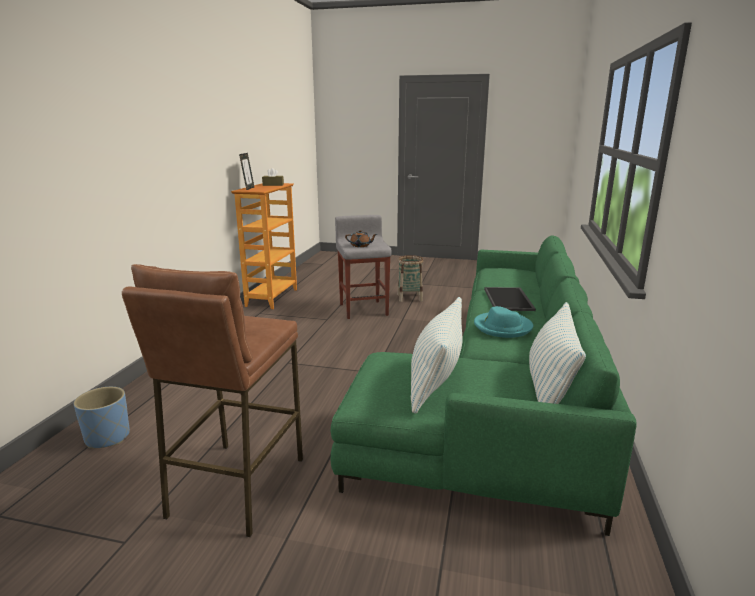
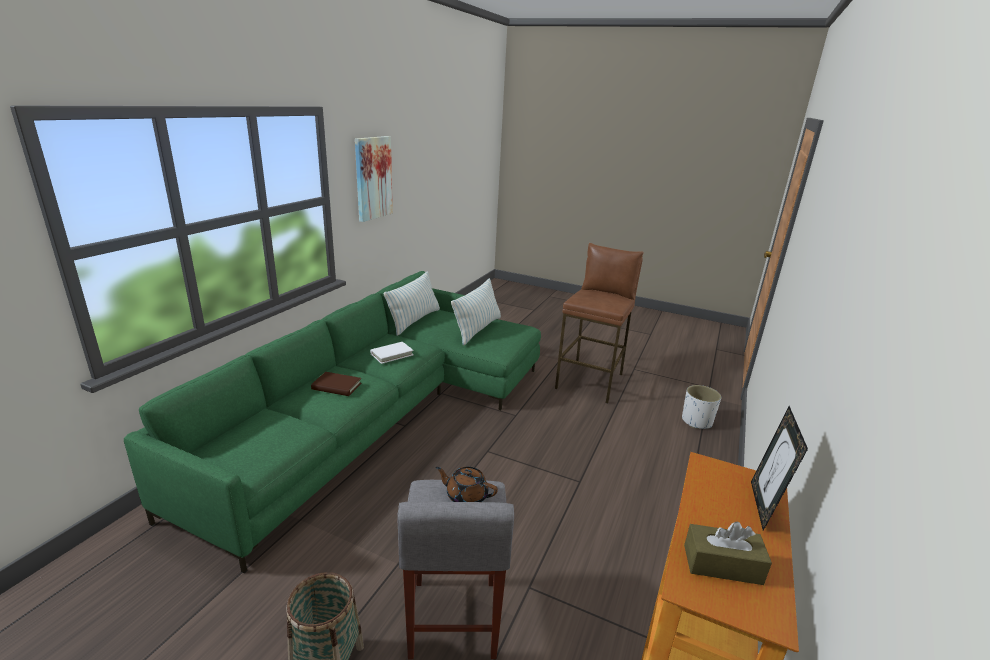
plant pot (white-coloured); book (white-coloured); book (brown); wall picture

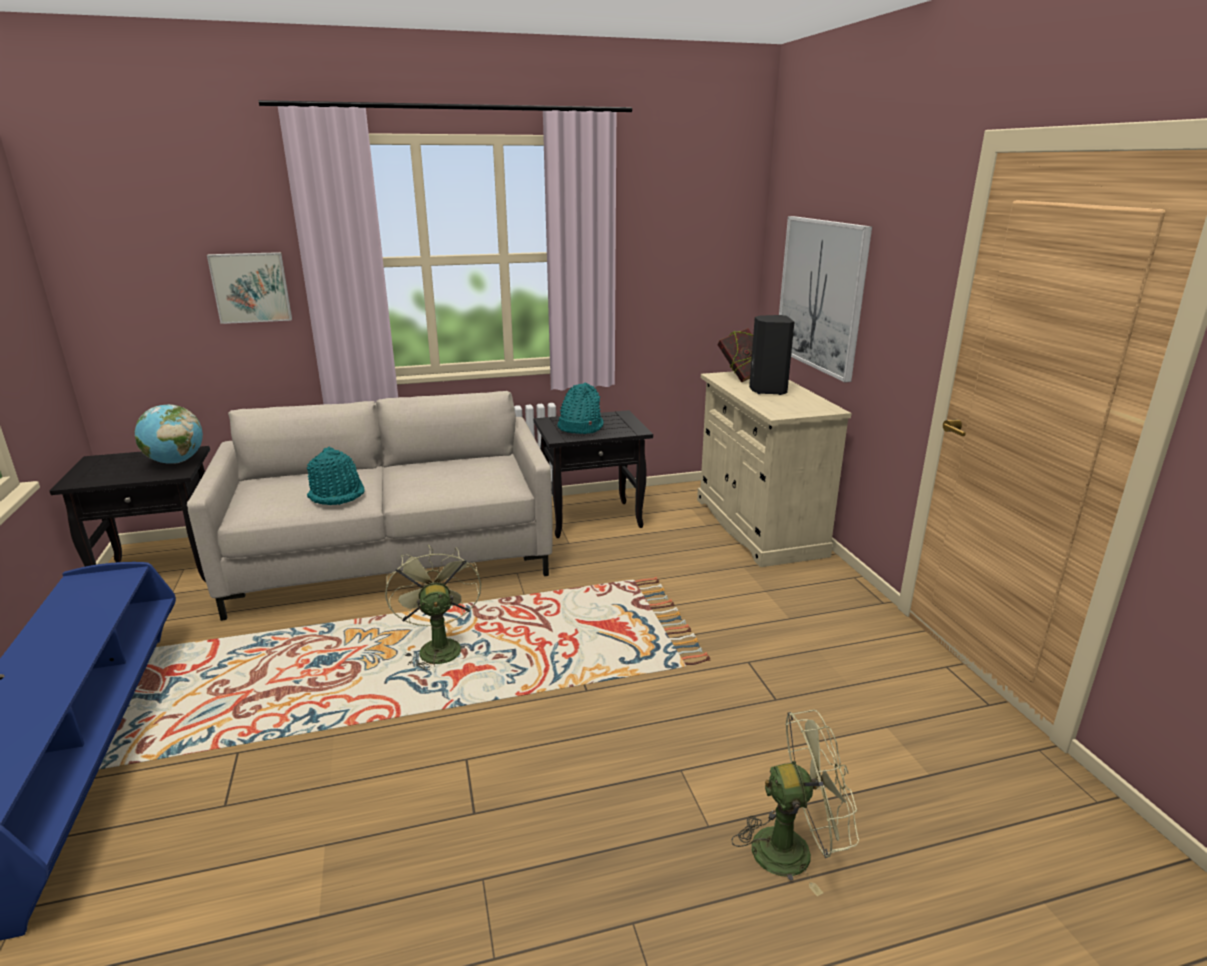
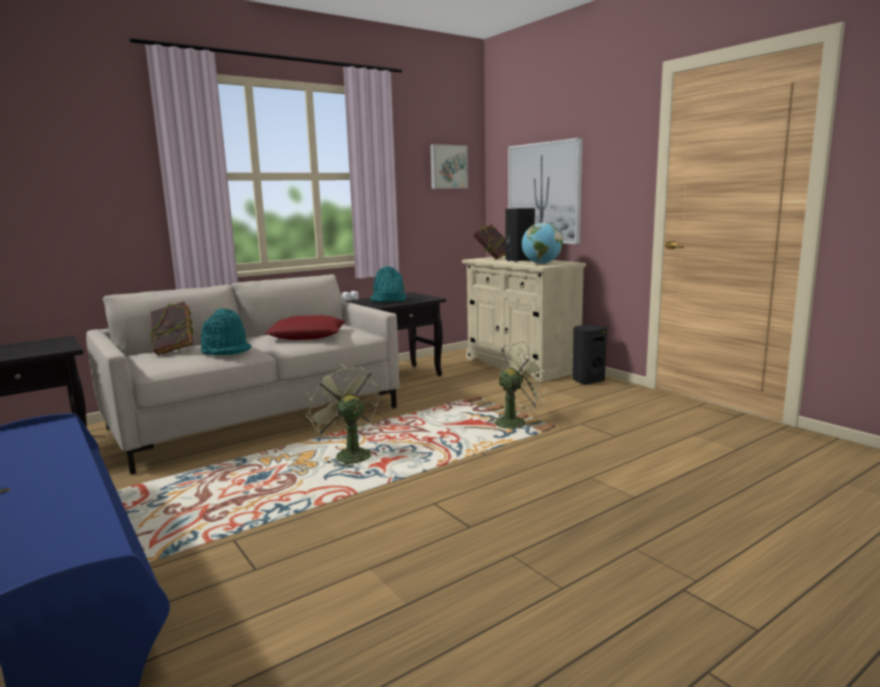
globe; wall picture (1st from left); fan (greenish) (2nd from left); book (1st from left); throw pillow (red-coloured); speaker (black) (2nd from left)

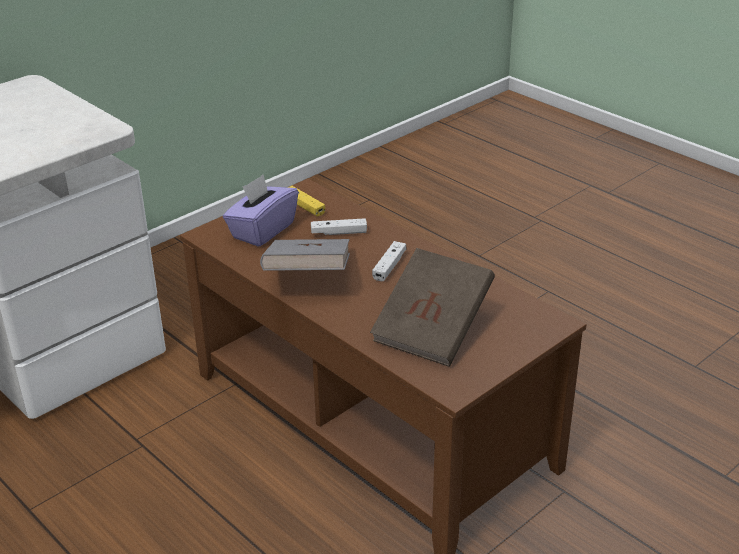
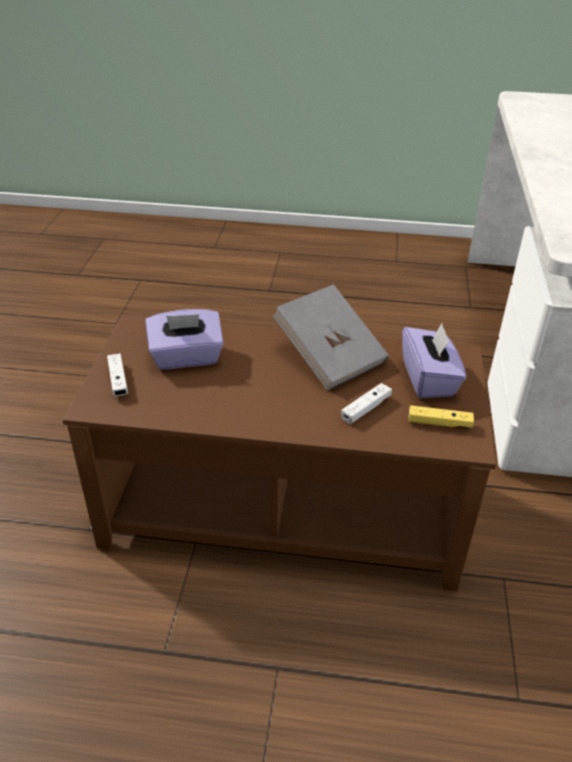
tissue box (purple-coloured) (1st from left); gamepad (white-coloured) (1st from left)

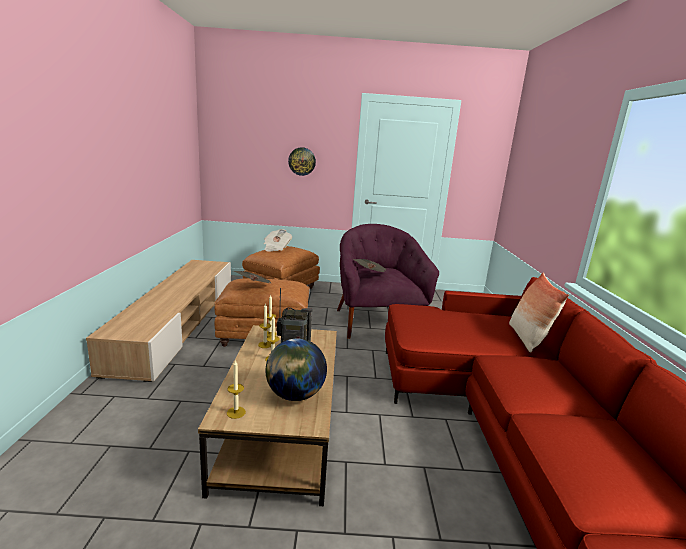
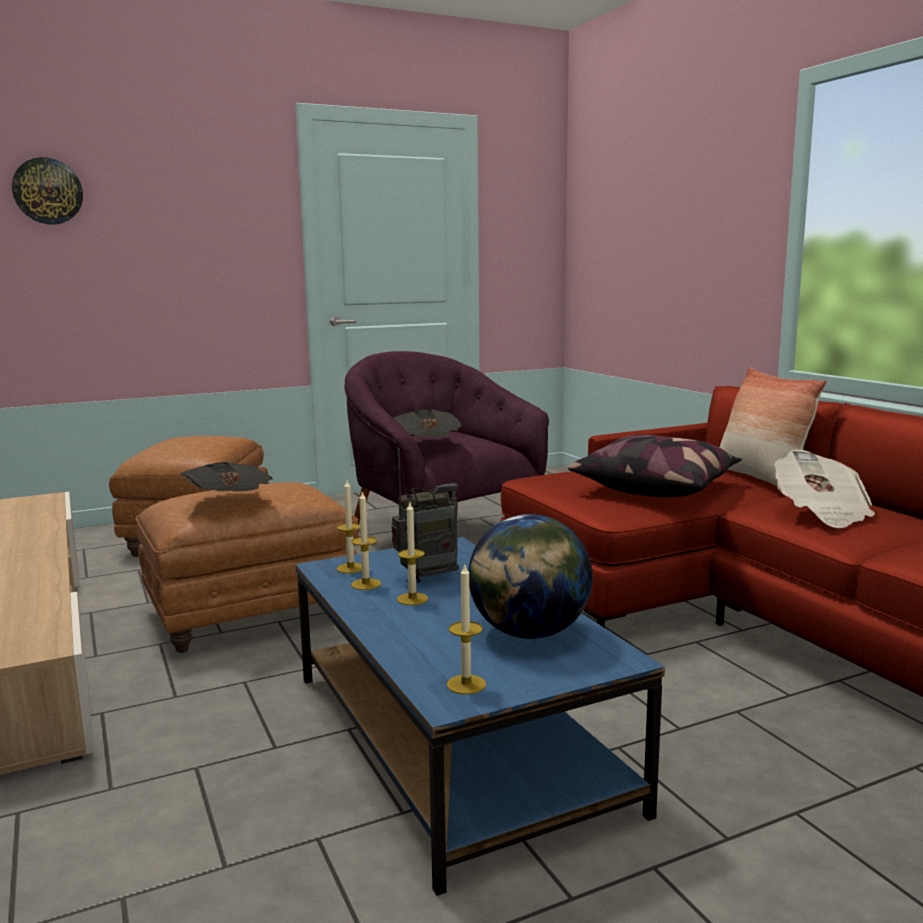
lounge table (blue-coloured); newspaper (3rd from left); hanging clock; throw pillow (1st from left)

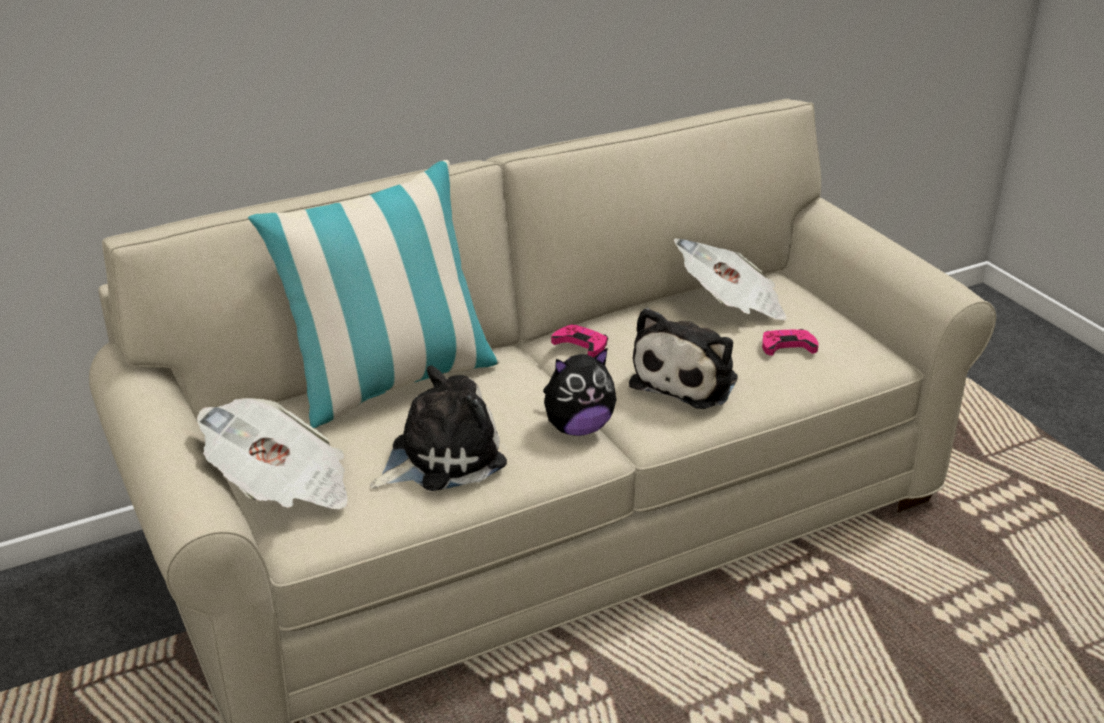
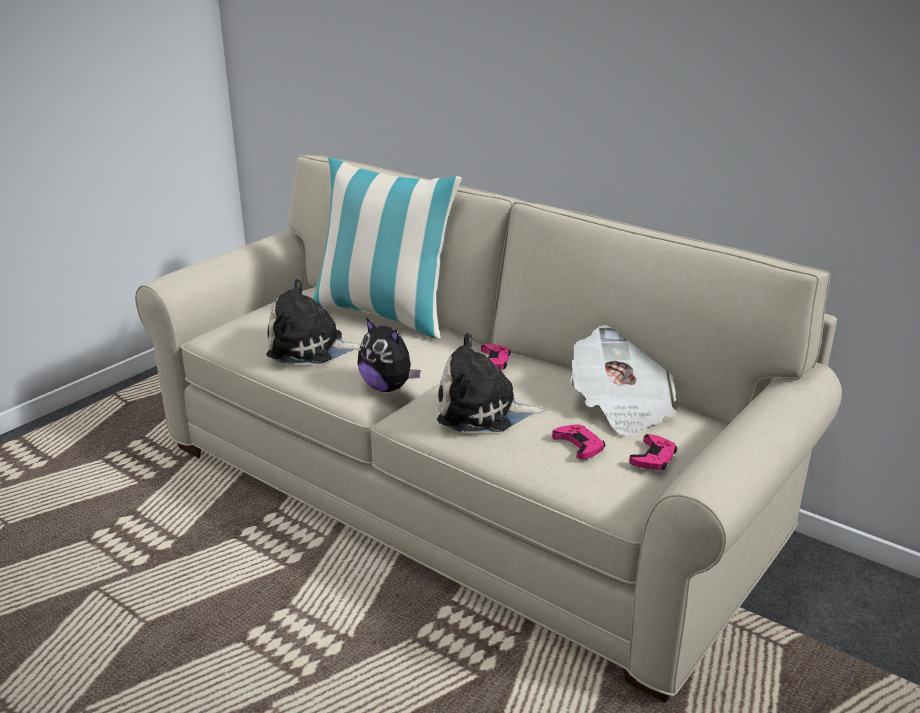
newspaper (1st from left in the first image); plush toy (1st from left); gamepad (pinkish) (3rd from left)

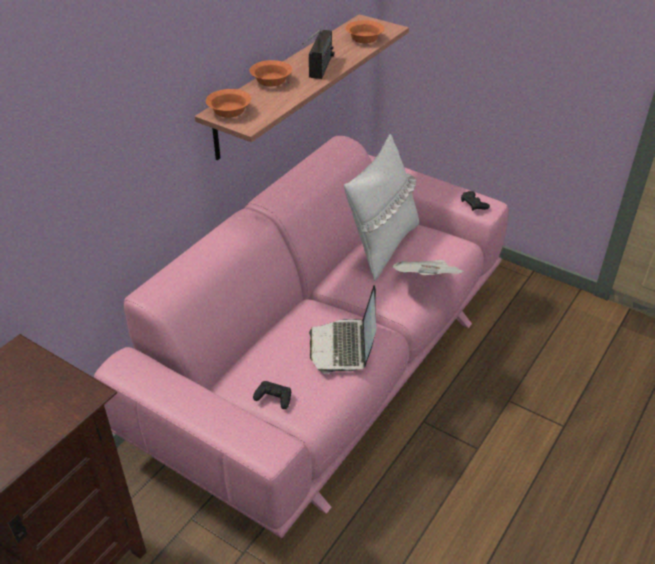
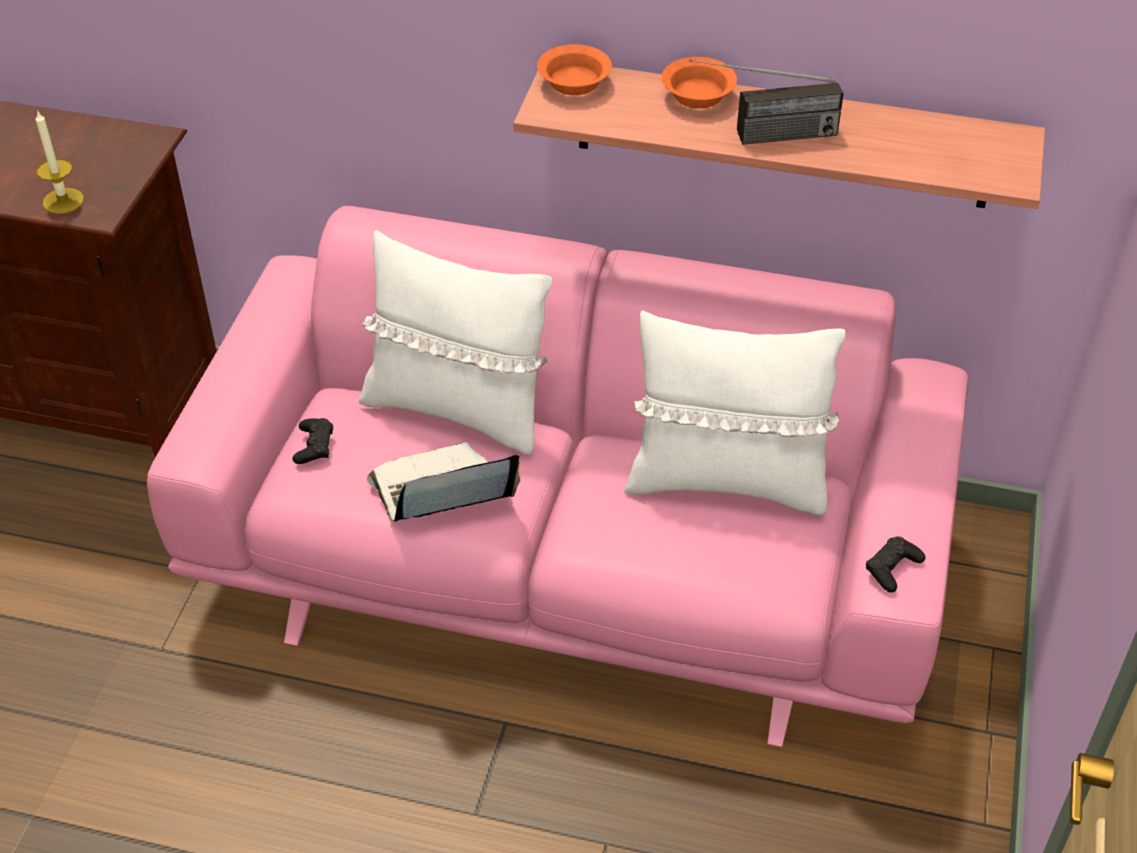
deep dish (orange) (3rd from left in the first image); newspaper; wax candle; throw pillow (white-coloured) (1st from left)

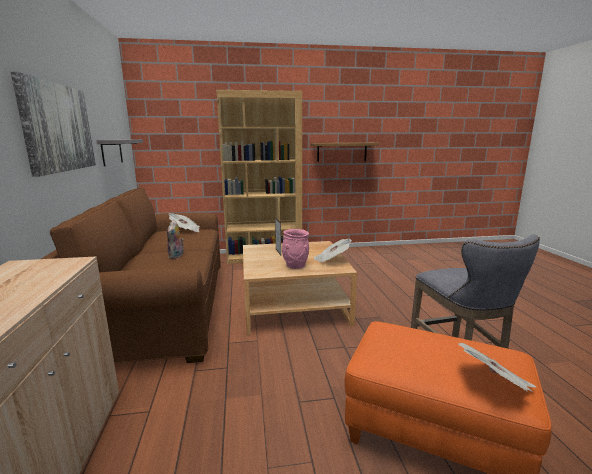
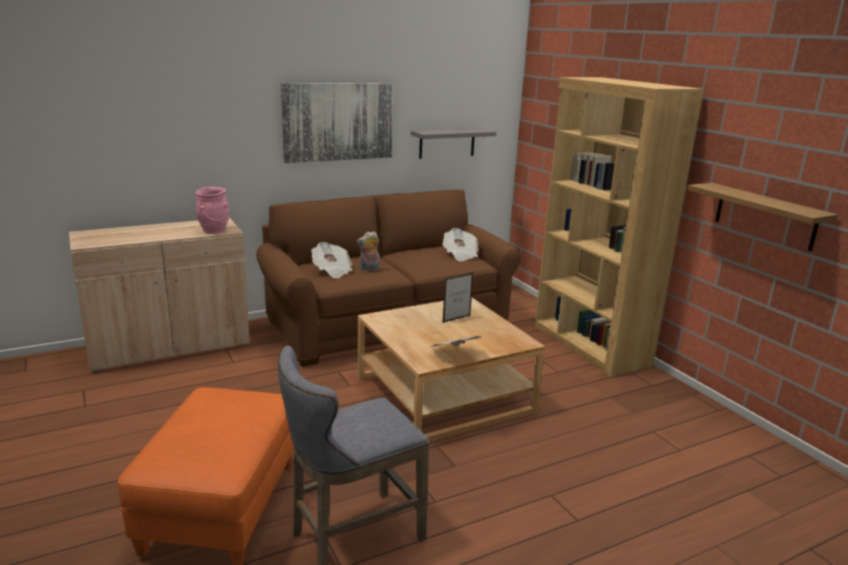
decorative vase (pinkish); newspaper (1st from left)

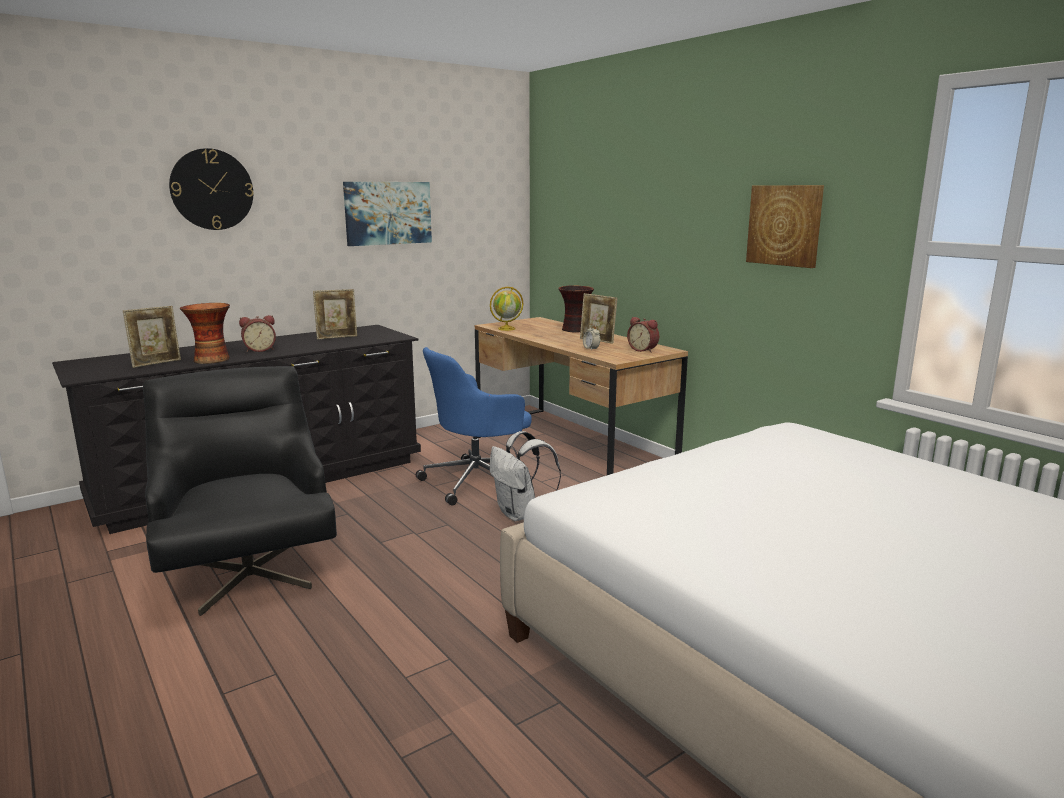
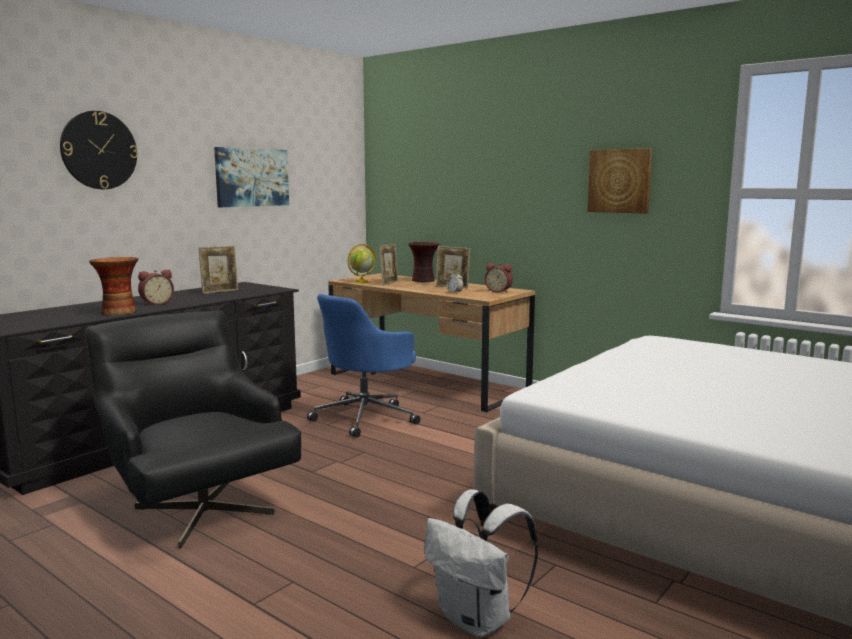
photo frame (2nd from left); knapsack (white-coloured)

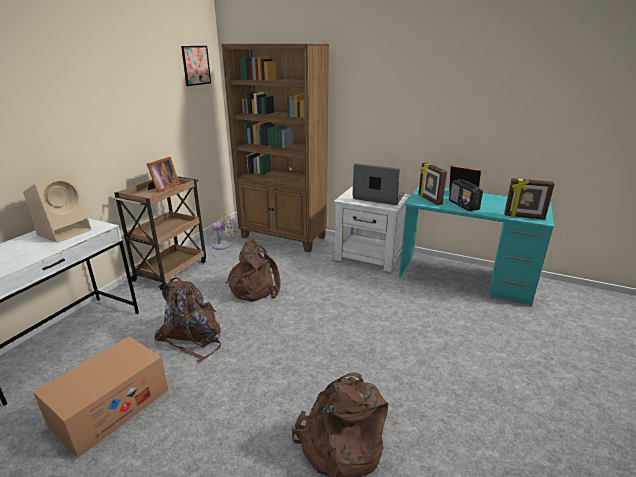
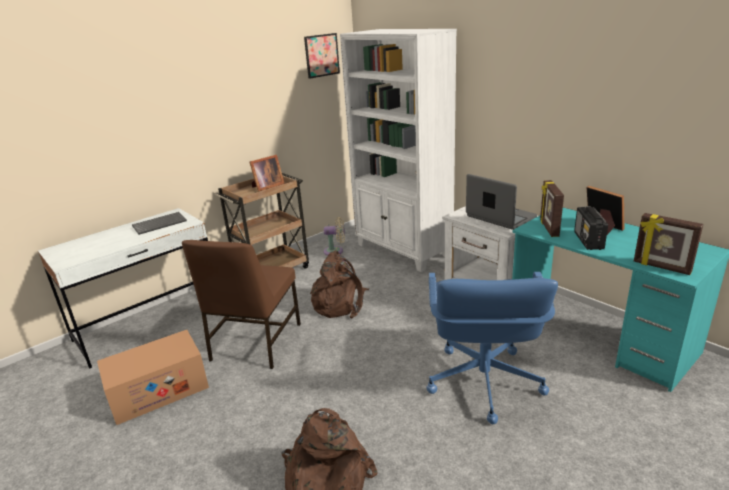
PC keyboard; upright chair (brown); bookshelf (white-coloured); desk chair (blue-coloured)

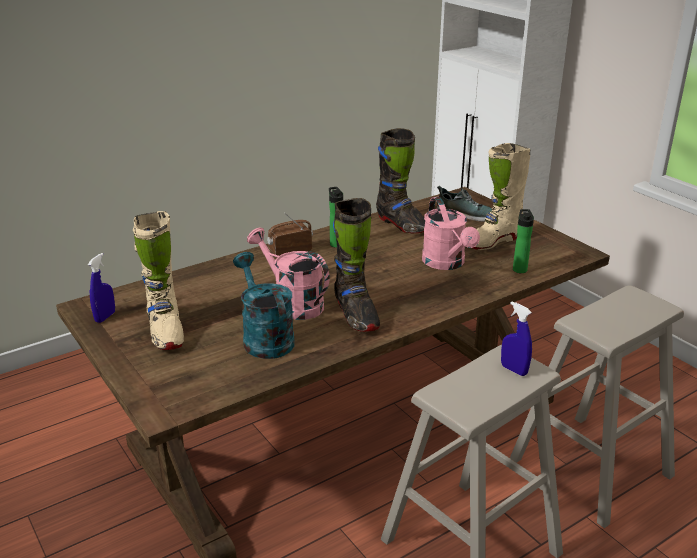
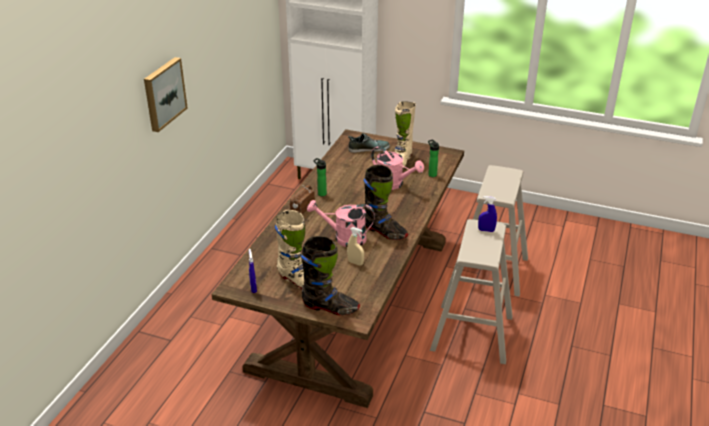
spray bottle (sand-coloured); boot (black) (1st from left); wall picture

